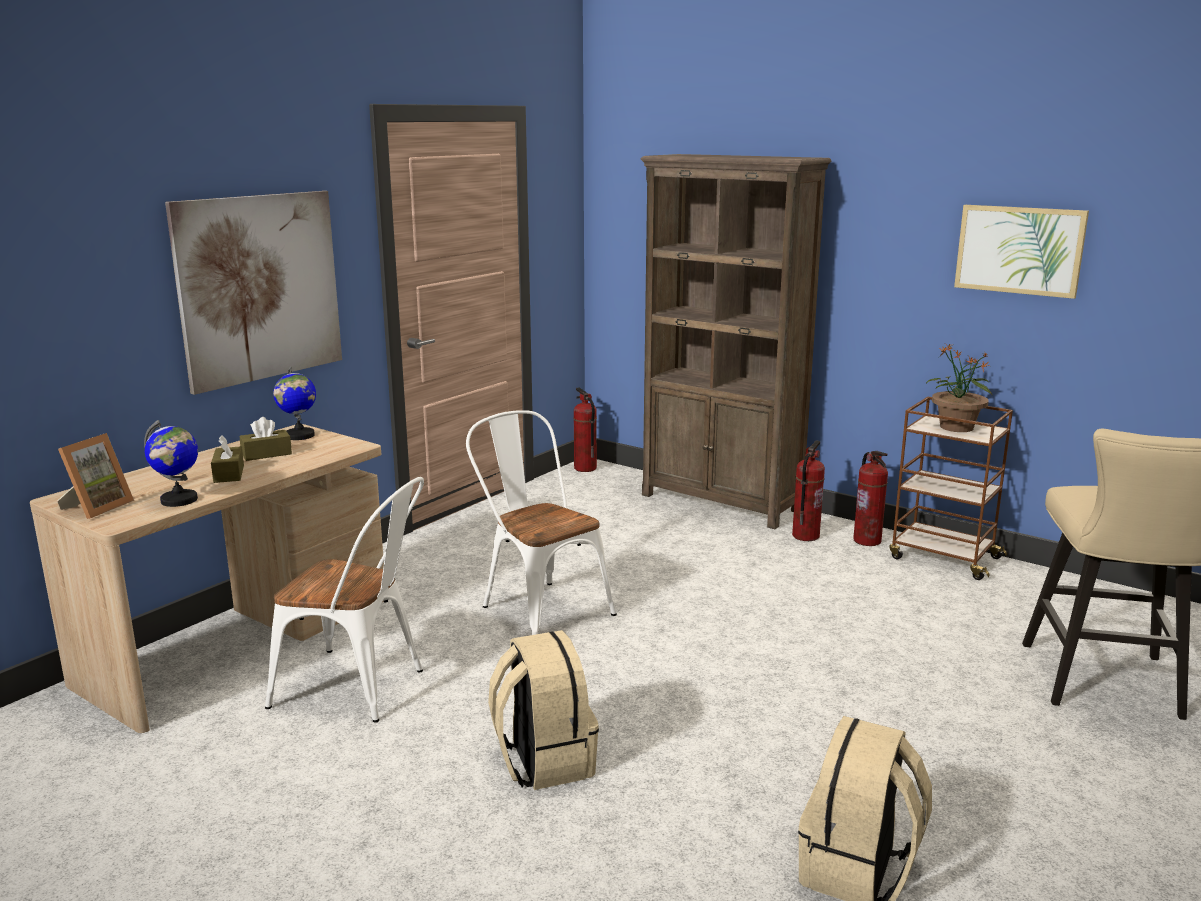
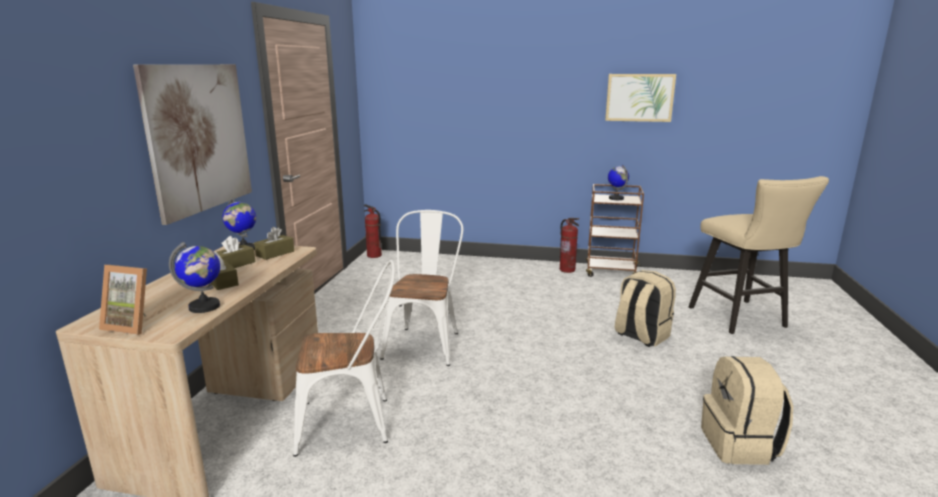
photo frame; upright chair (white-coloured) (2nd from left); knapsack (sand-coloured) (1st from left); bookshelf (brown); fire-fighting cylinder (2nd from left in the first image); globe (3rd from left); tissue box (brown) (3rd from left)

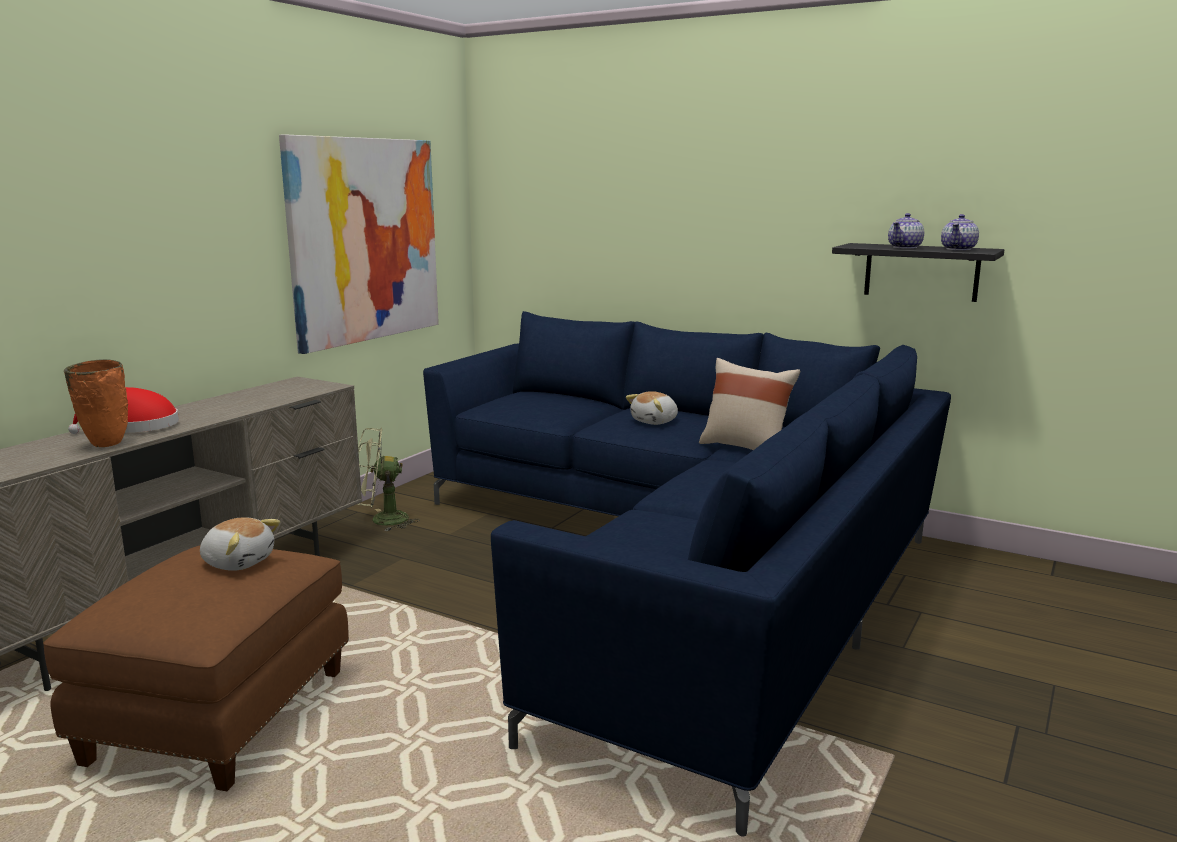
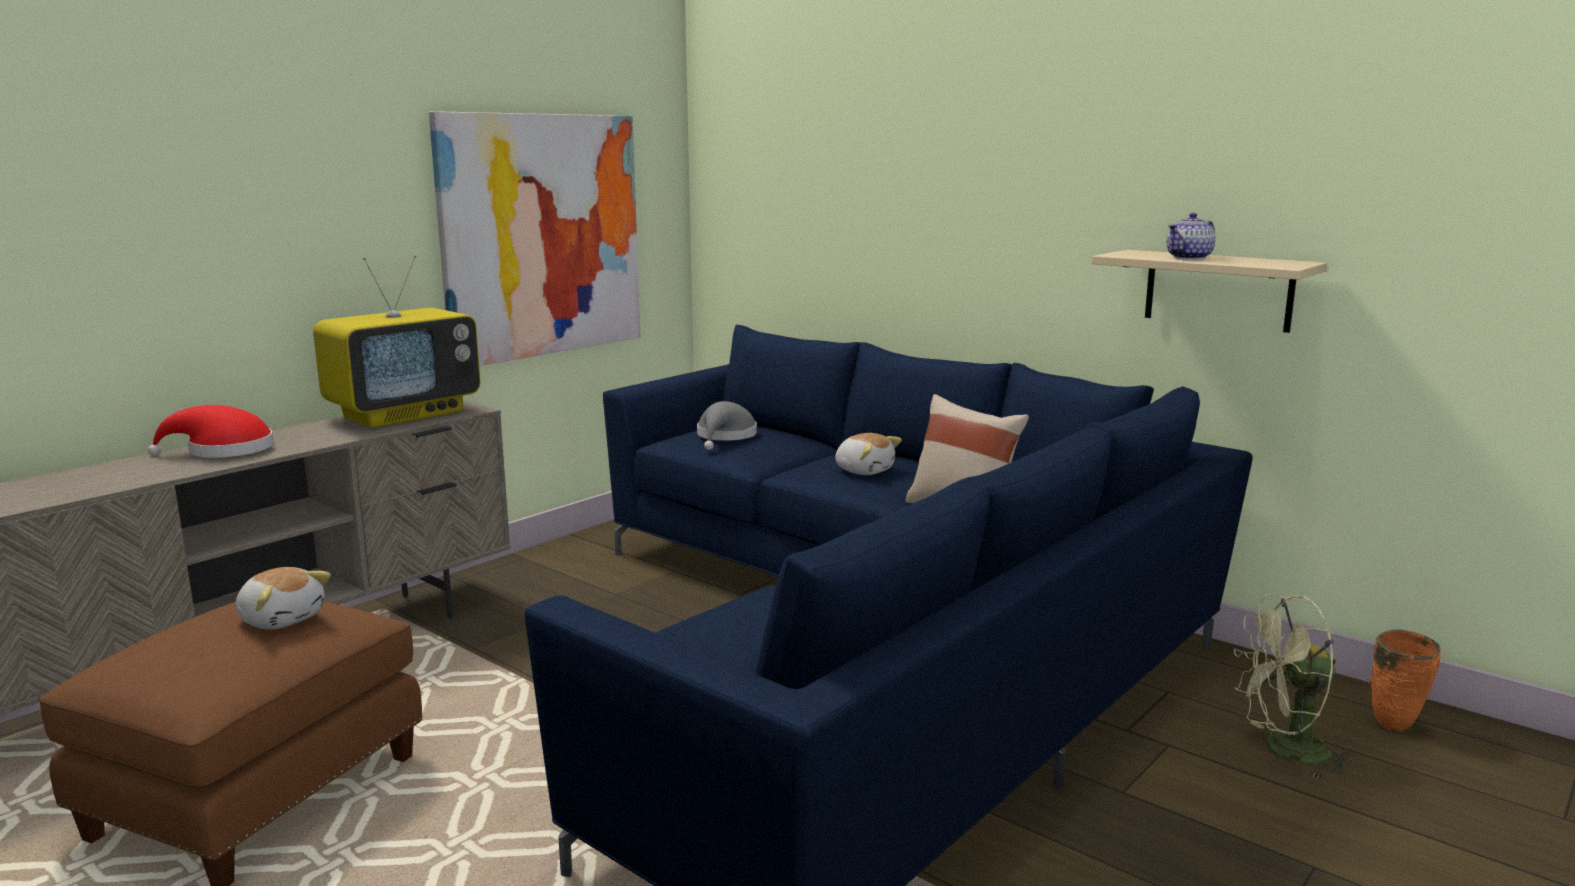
decorative vase (orange); fan (greenish); plush toy (2nd from left); shelf (sand-coloured); teapot (2nd from left in the first image); television; wearable hat (grey)

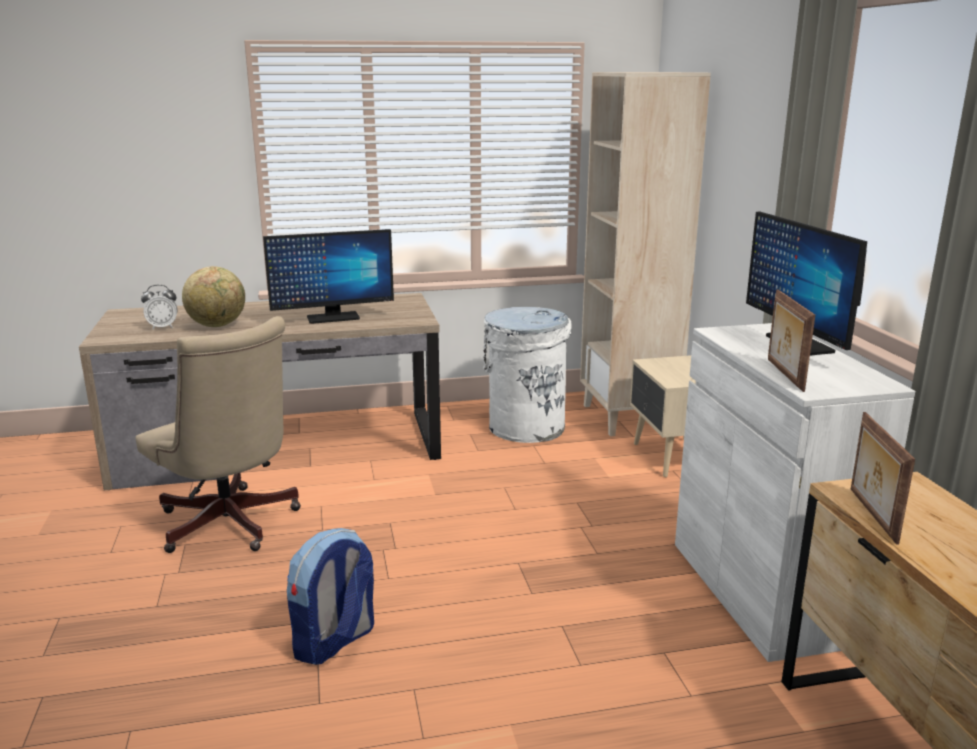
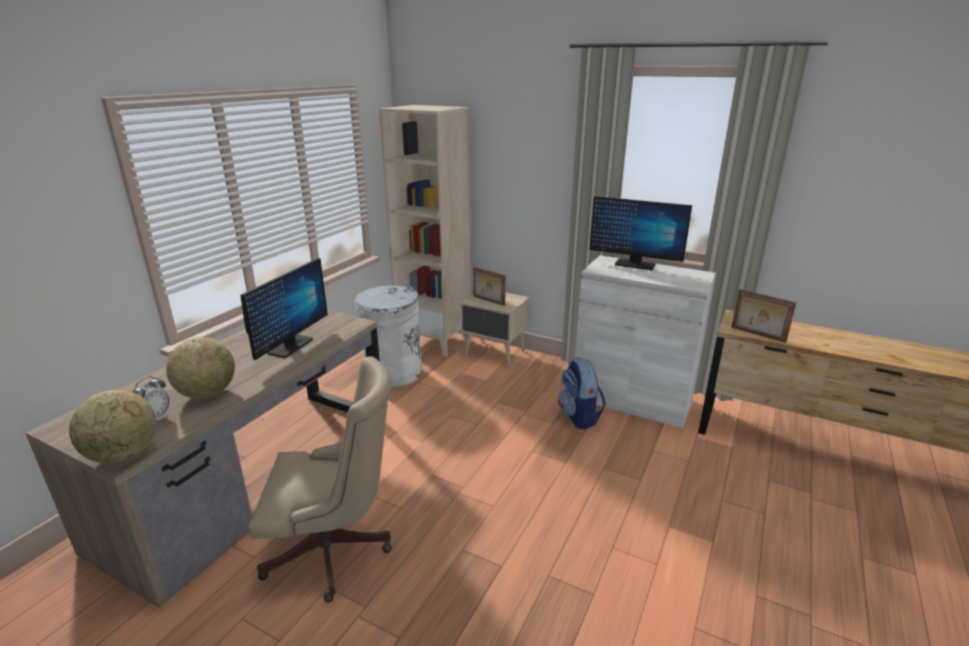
knapsack; photo frame (1st from left); globe (1st from left)

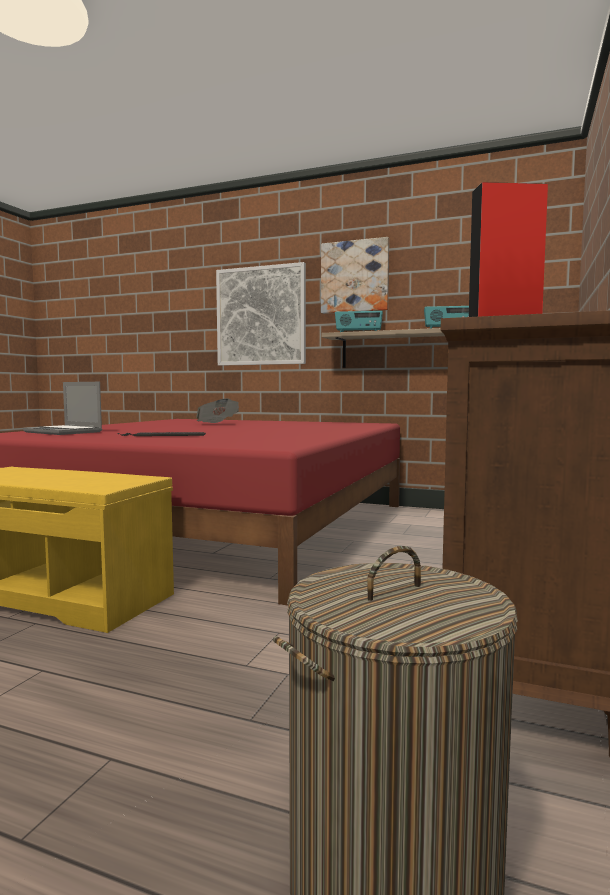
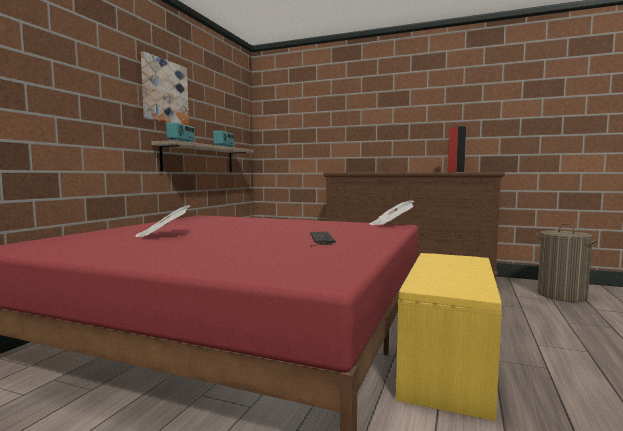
laptop; wall picture (1st from left in the first image); newspaper (2nd from left)

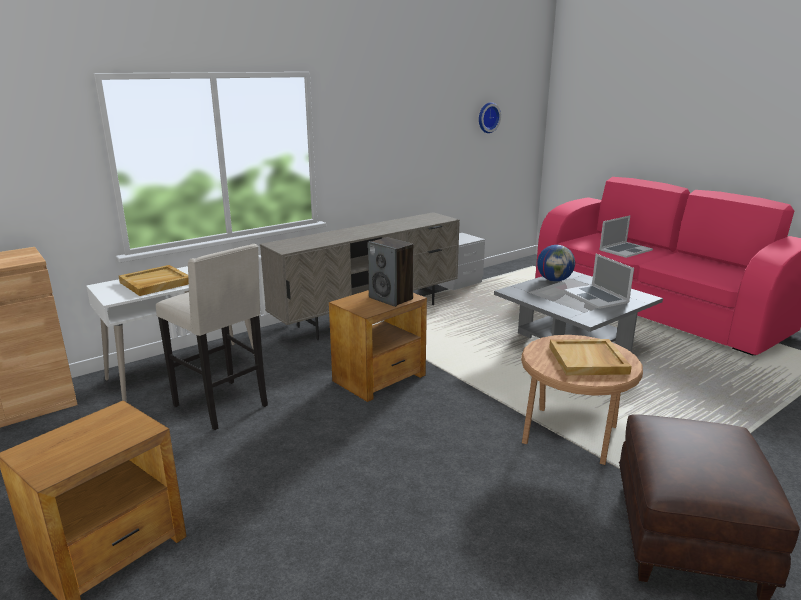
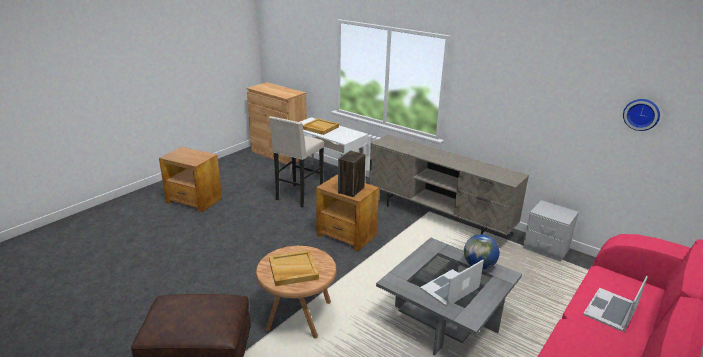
laptop (2nd from left)

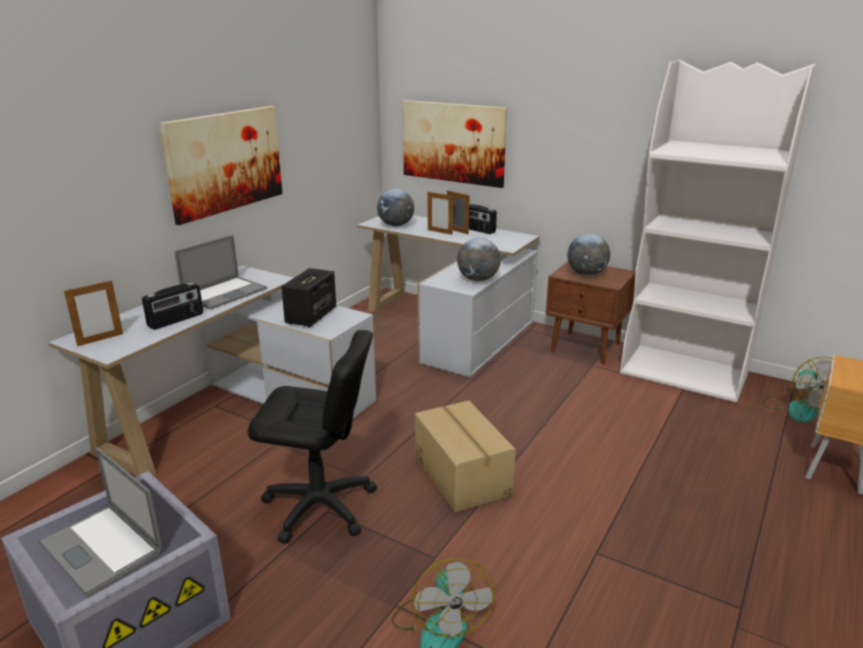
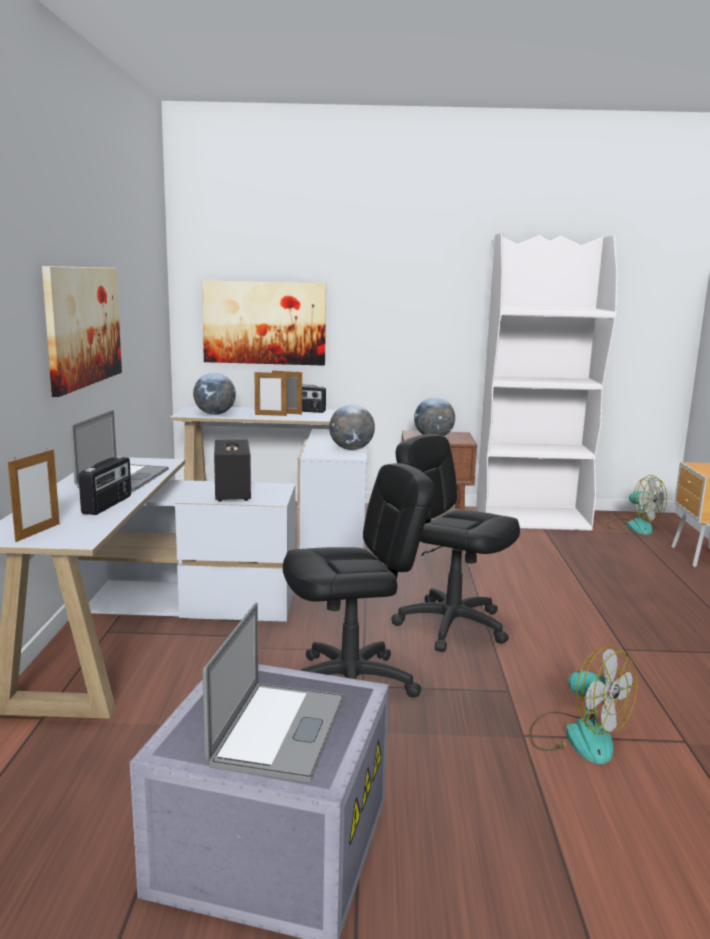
laptop (2nd from left); desk chair (black) (2nd from left)

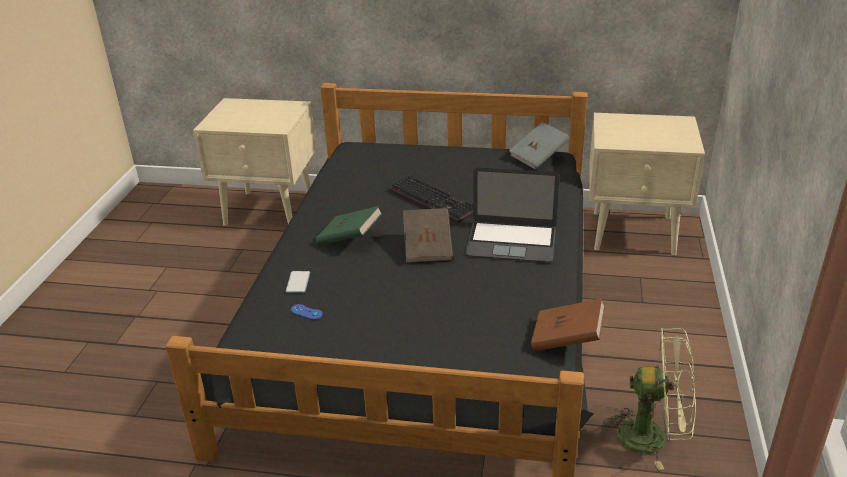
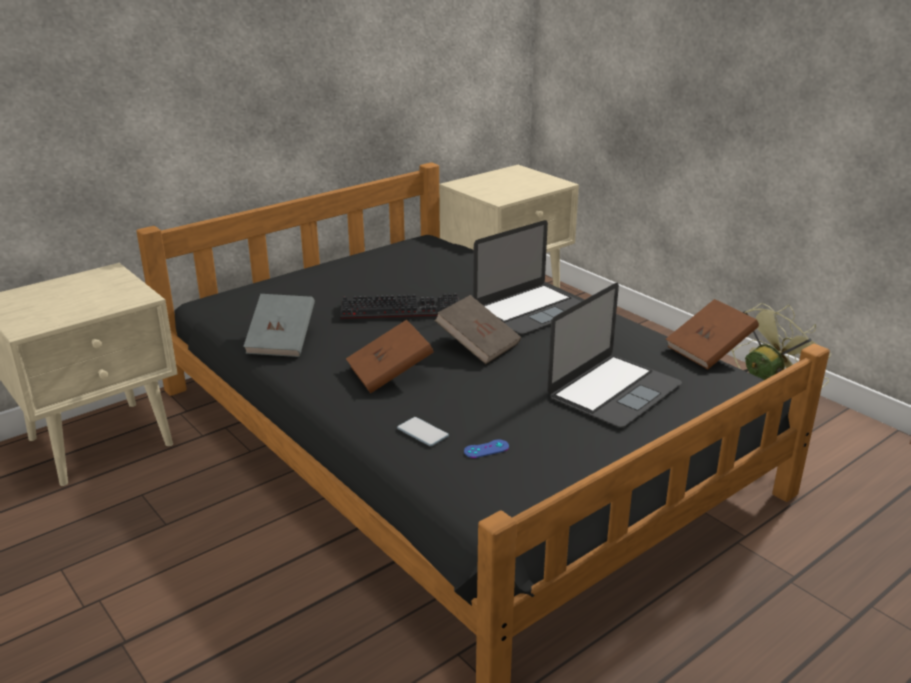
book (brown) (1st from left); book (grey); laptop (2nd from left)

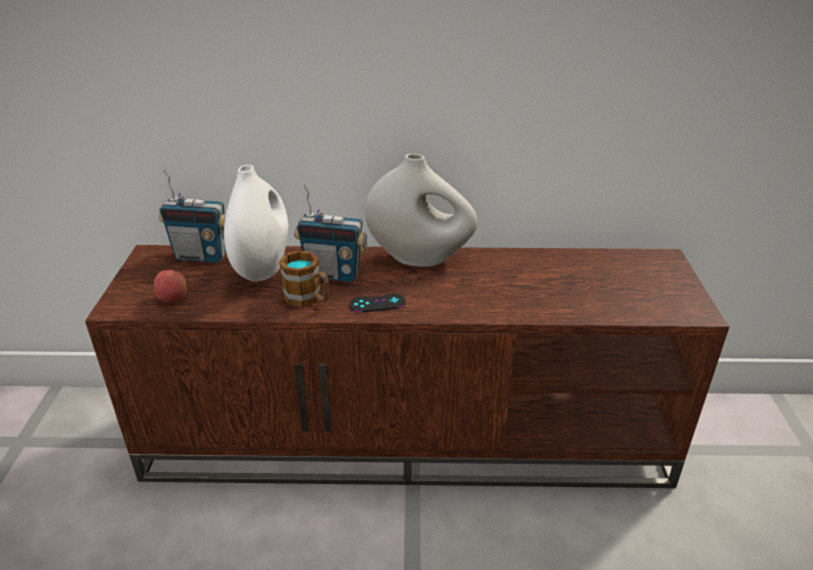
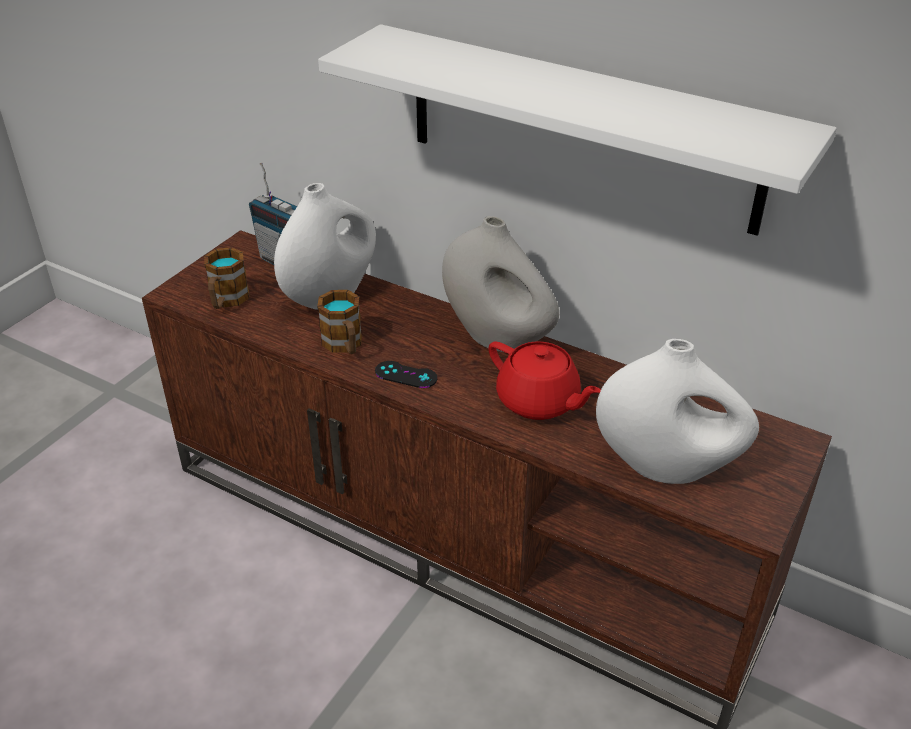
mug (1st from left); radio (2nd from left in the first image); shelf (white-coloured); teapot (red-coloured); decorative vase (white-coloured) (3rd from left)

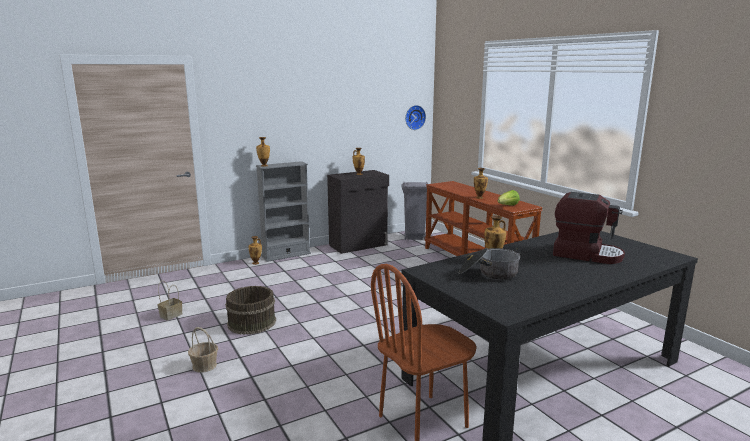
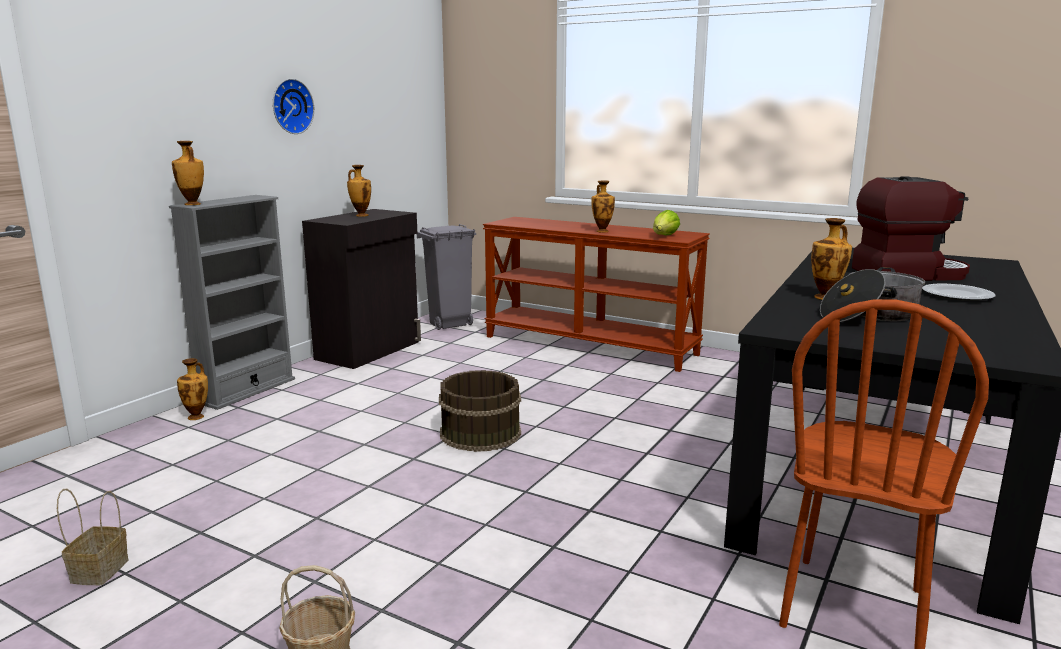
pail (brown); hanging clock; plate

